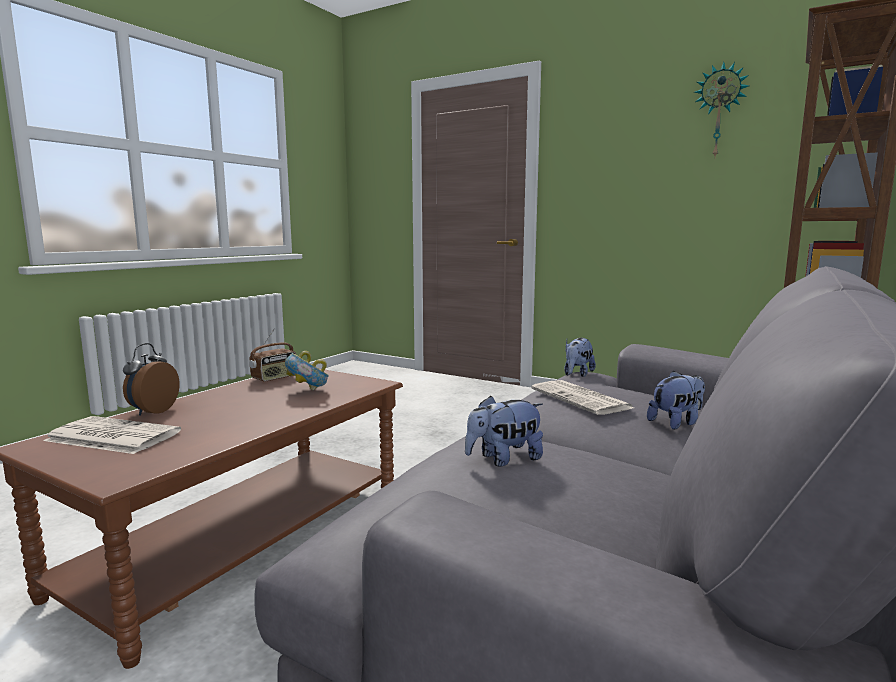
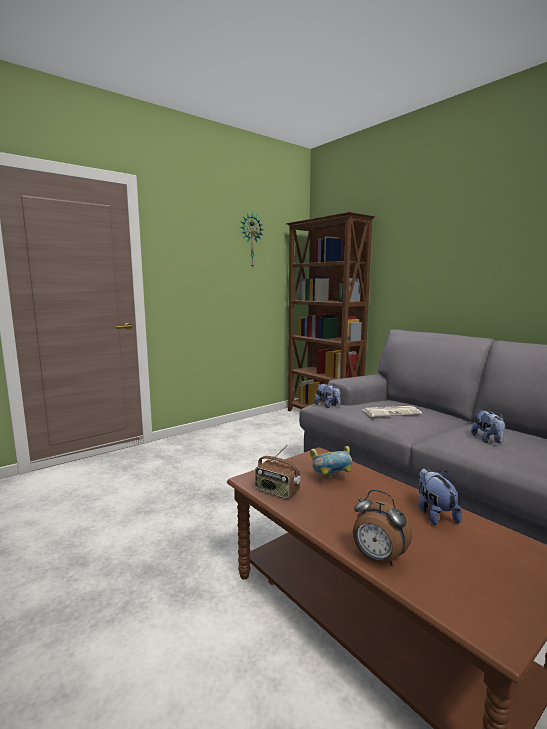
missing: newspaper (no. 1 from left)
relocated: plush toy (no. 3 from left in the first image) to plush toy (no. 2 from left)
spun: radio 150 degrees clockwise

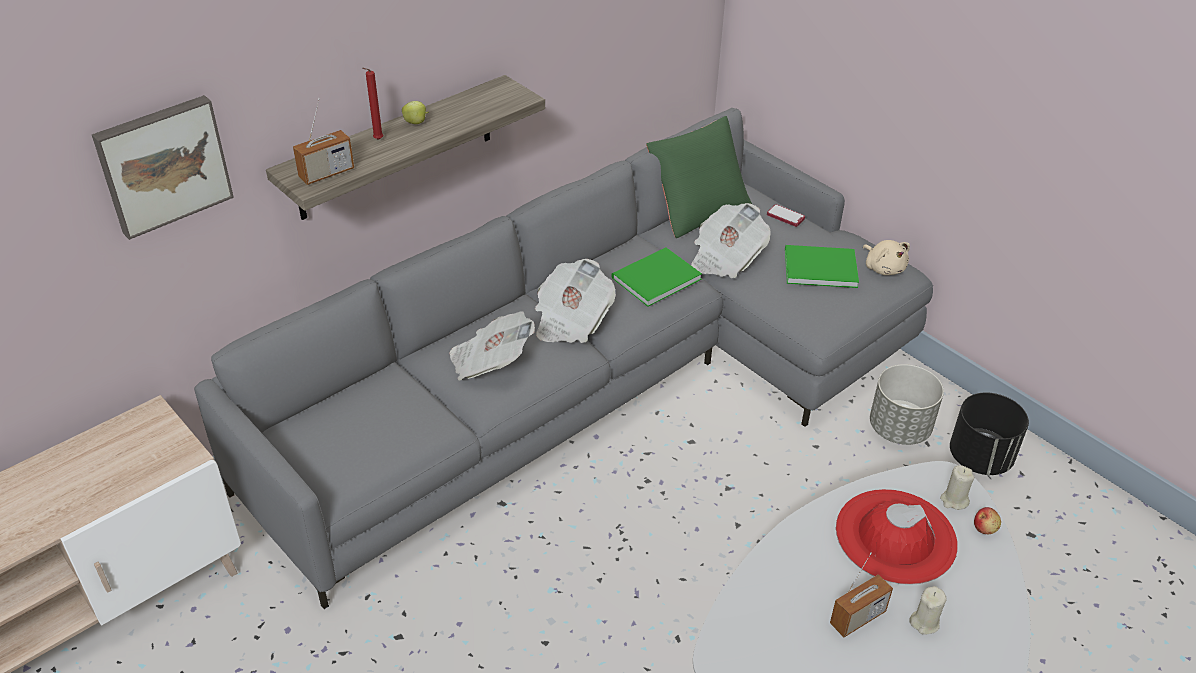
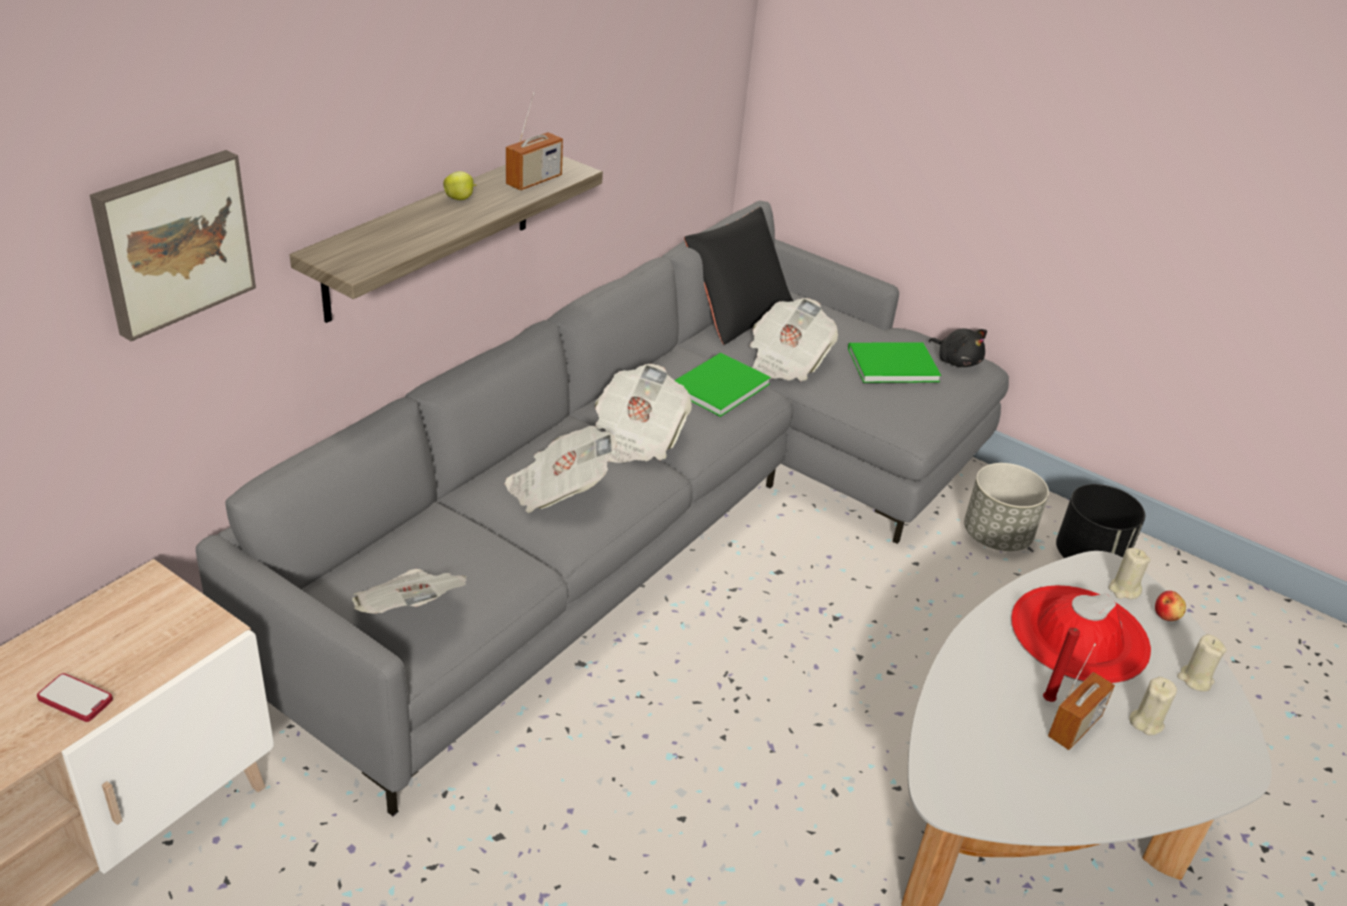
appeared: newspaper (no. 1 from left); beige candle (no. 3 from left)
relocated: phone; radio (no. 1 from left); red candle
colour: green pillow to black pillow; beige plush toy to black plush toy

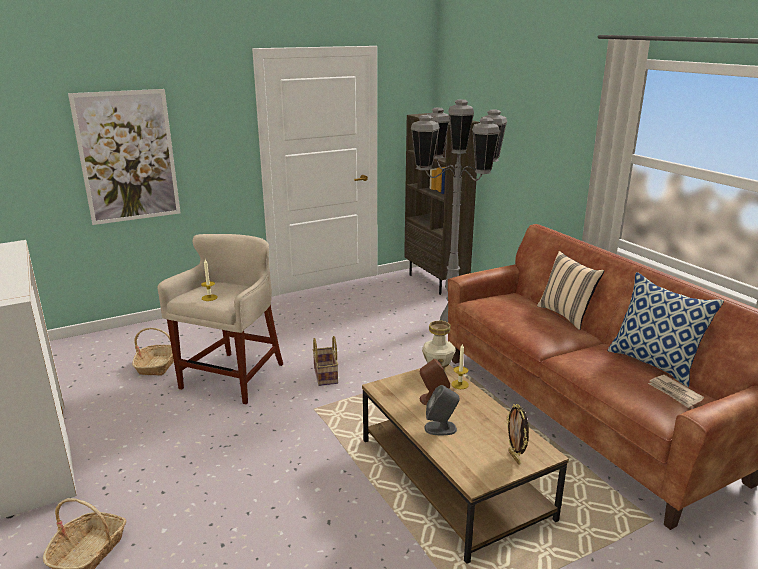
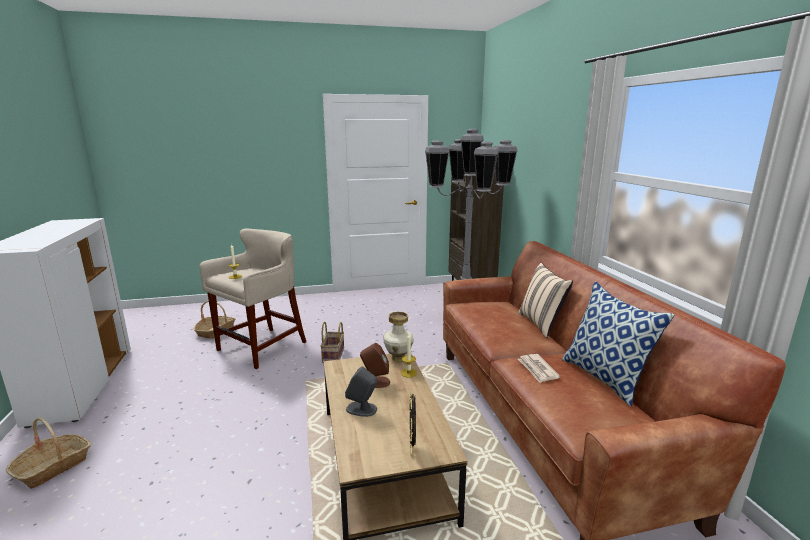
missing: picture
relocated: newspaper

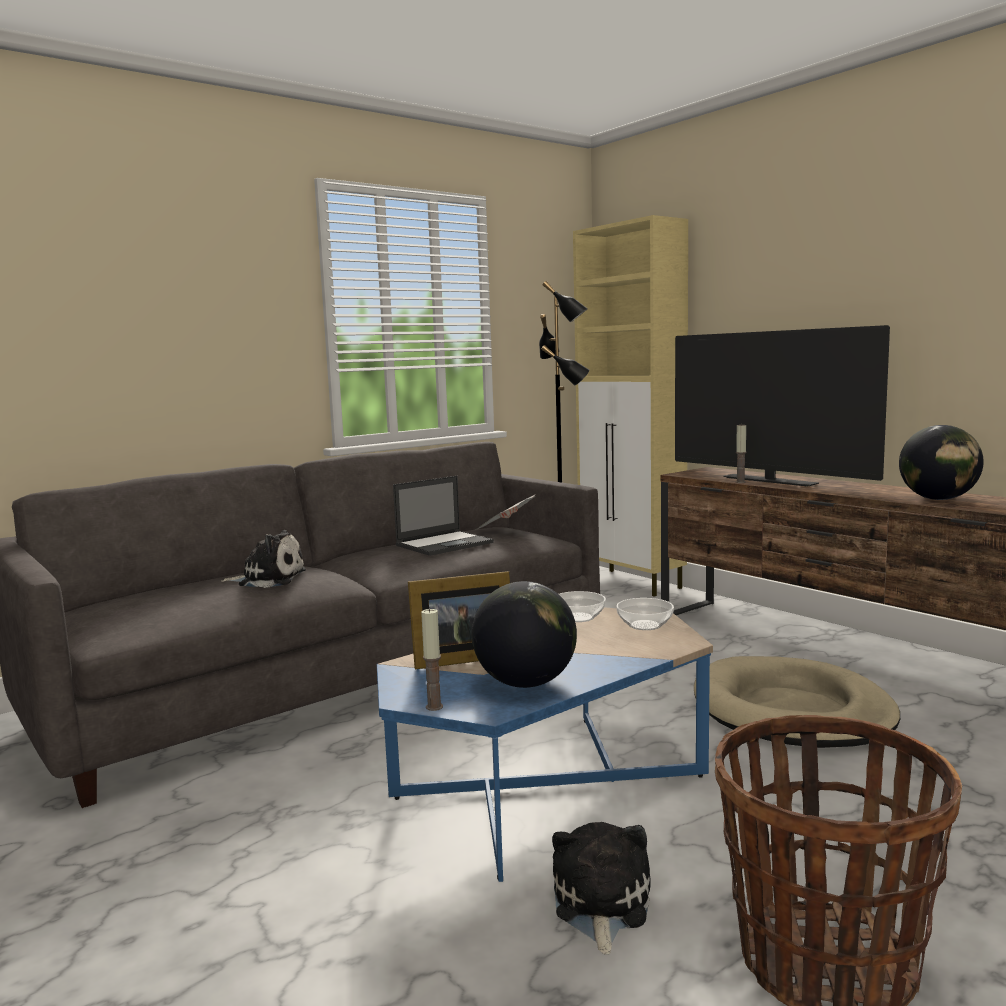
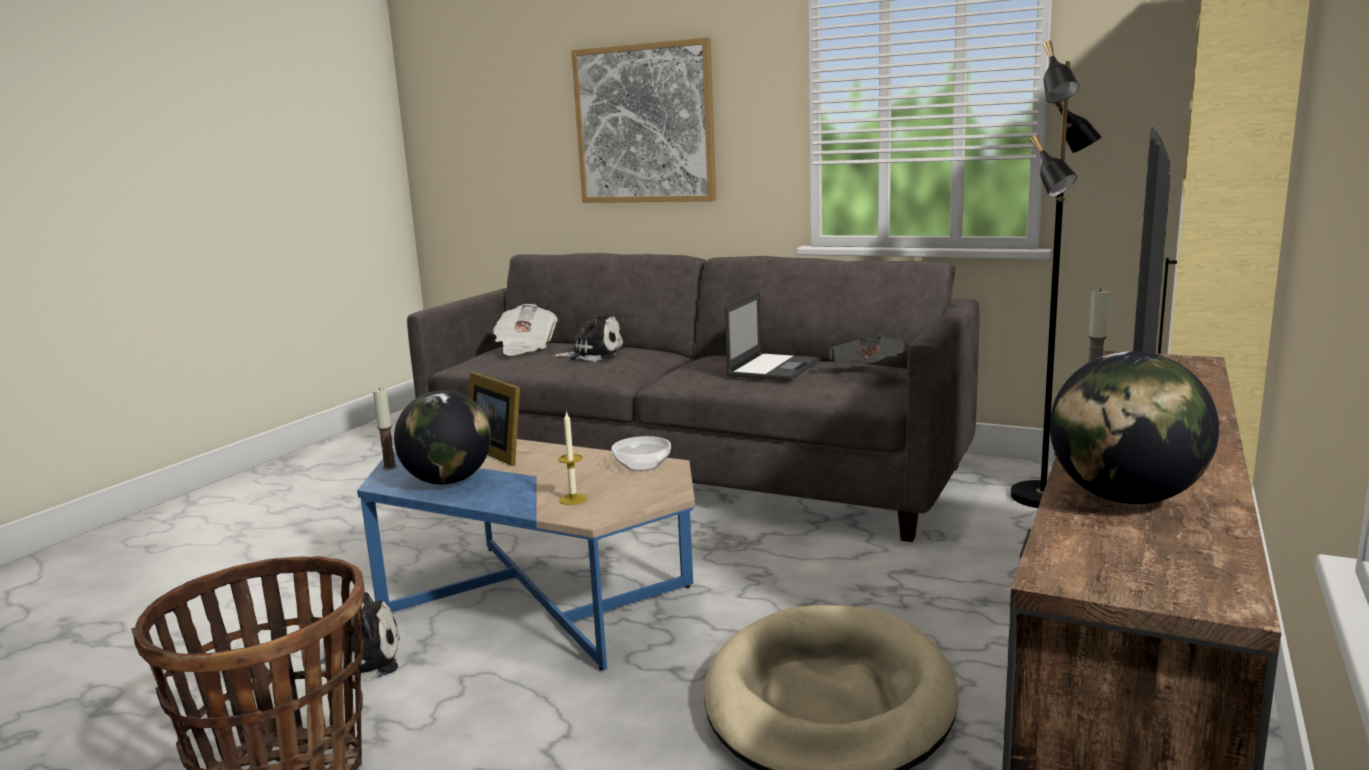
missing: bowl (no. 2 from left)
appeared: newspaper (no. 1 from left); candle (no. 2 from left); picture
spun: plush toy (no. 1 from left in the first image) 60 degrees counterclockwise; laptop 90 degrees counterclockwise

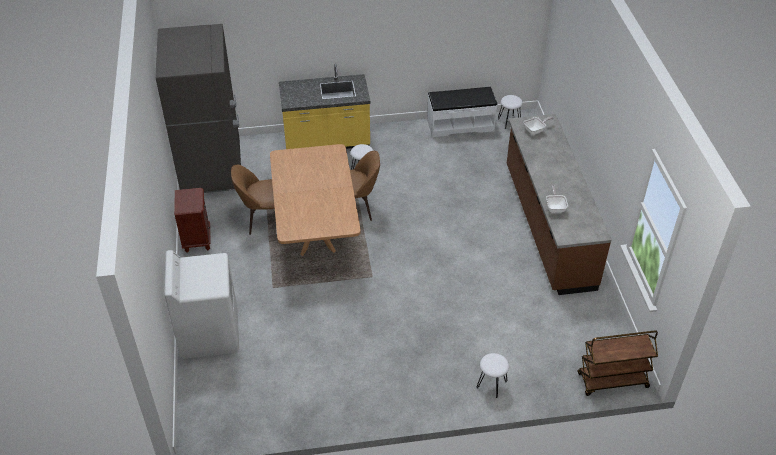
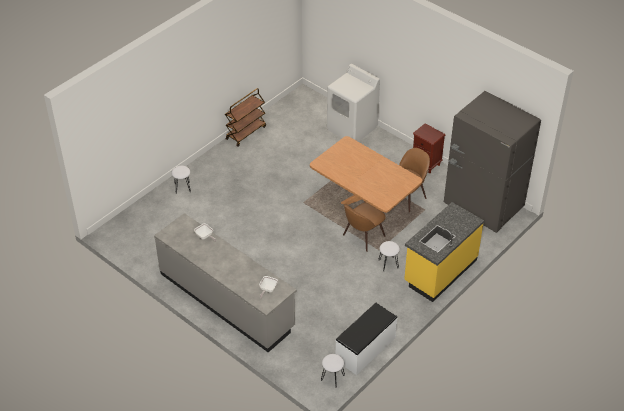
relocated: brown cart
colour: brown counter to grey counter

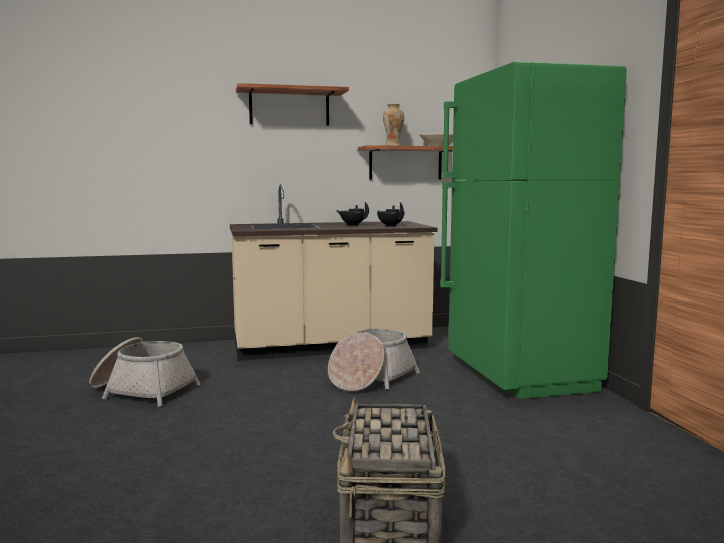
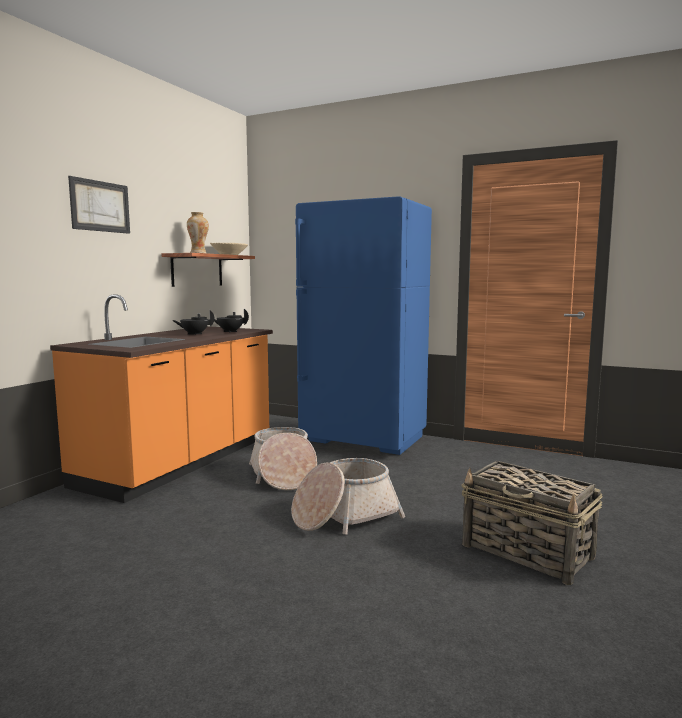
relocated: basket (no. 1 from left in the first image) to basket (no. 2 from left)
exchanged: shelf (no. 1 from left) to picture
colour: beige counter to orange counter; green fridge to blue fridge

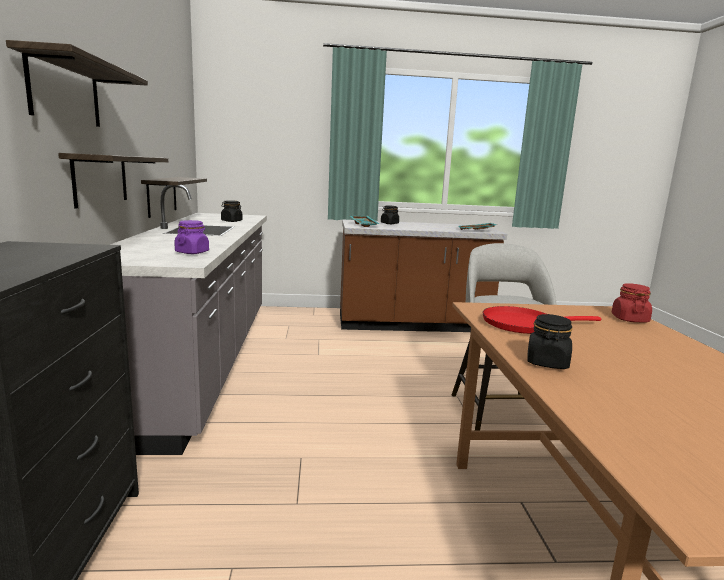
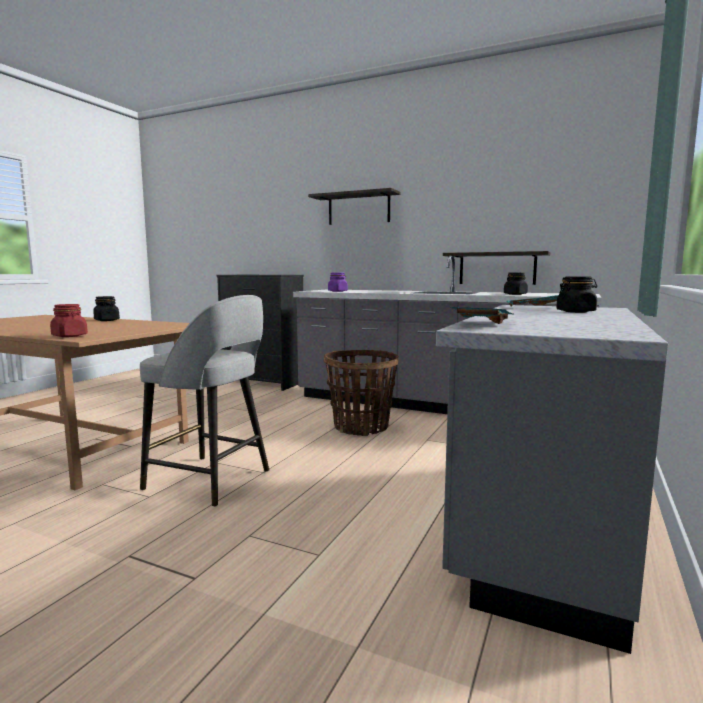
missing: shelf (no. 2 from left); red frying pan
appeared: basket
colour: brown counter to grey counter (no. 2 from left)

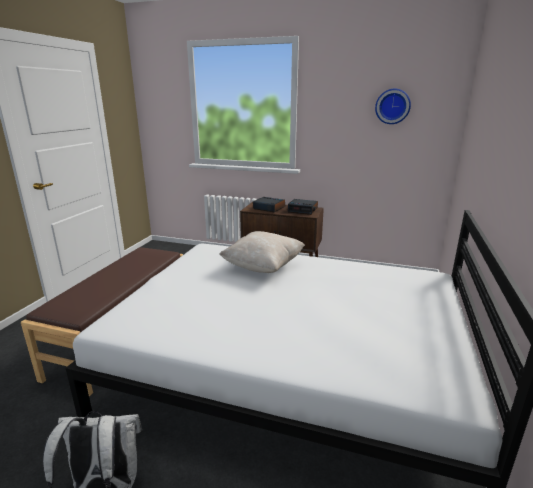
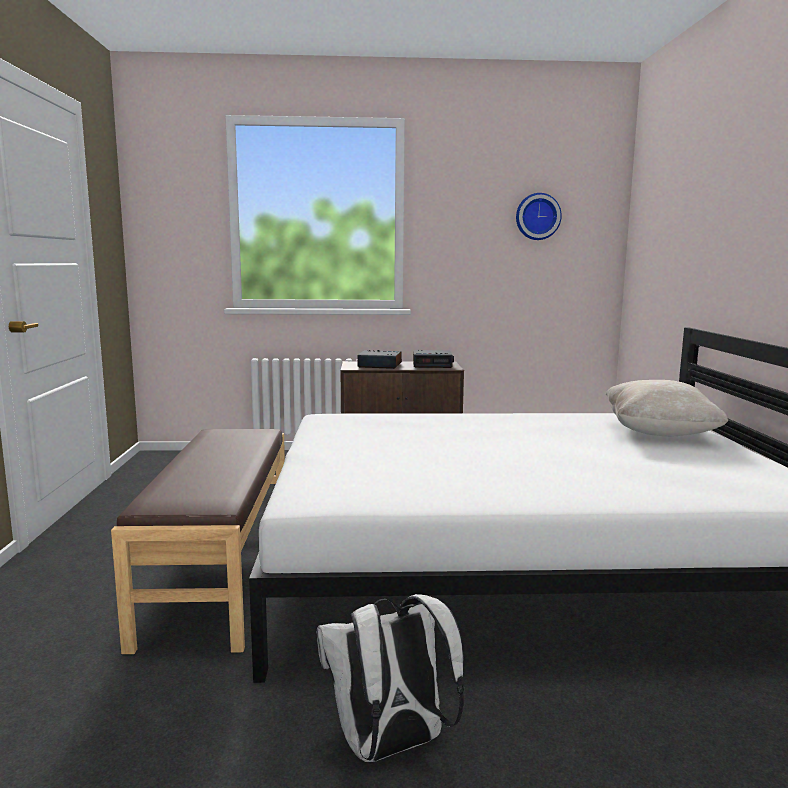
relocated: beige pillow

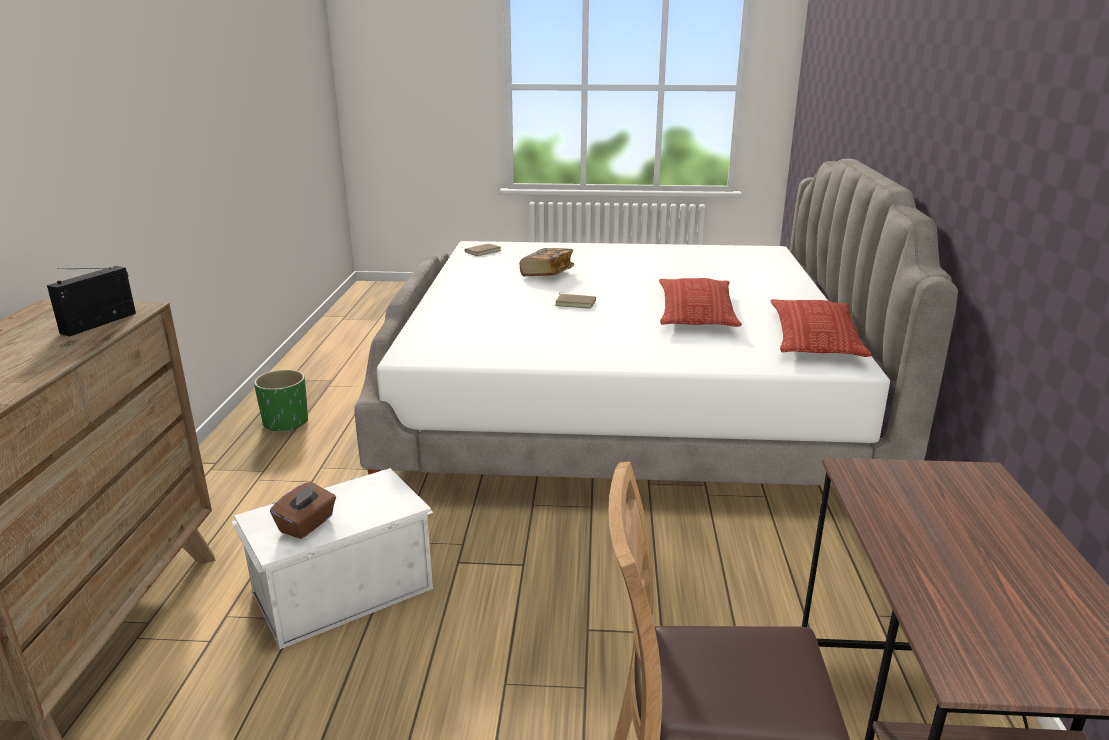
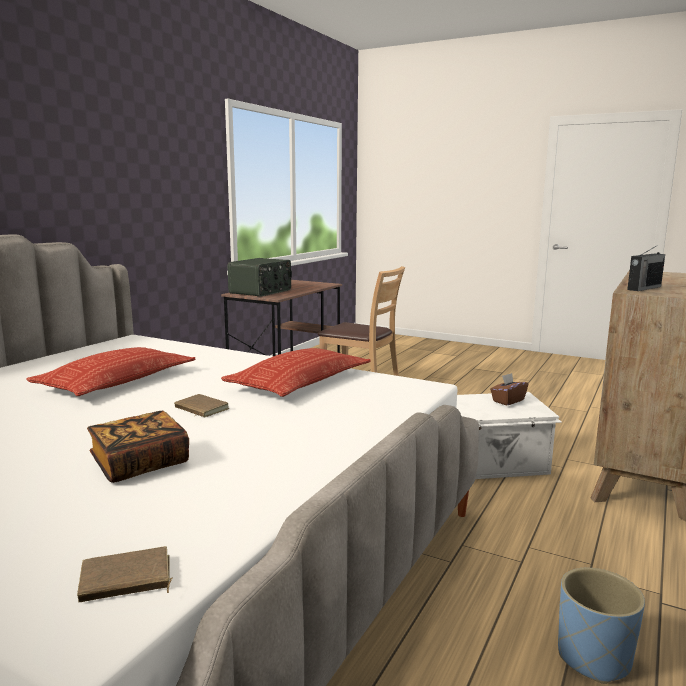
appeared: radio (no. 1 from left)
relocated: pillow (no. 2 from left)
colour: green planter to blue planter

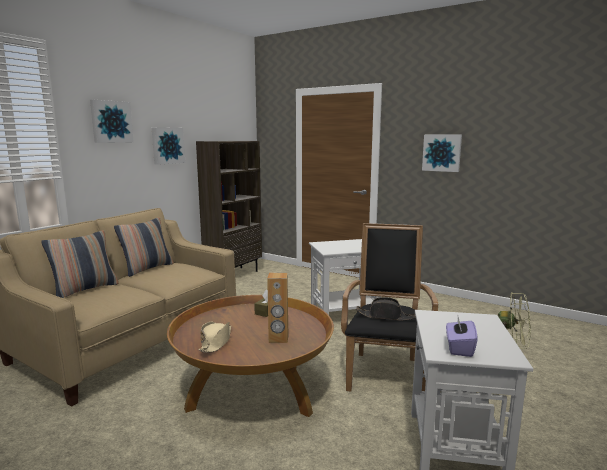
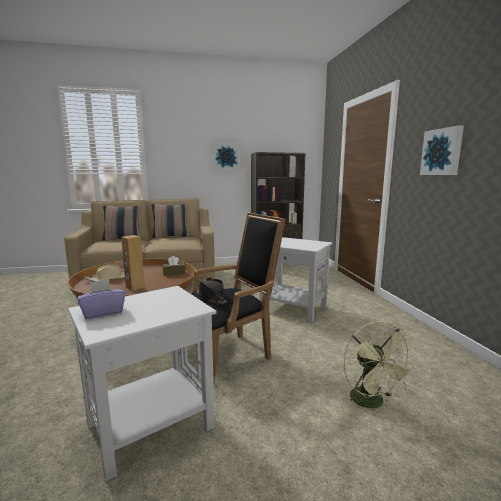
missing: picture (no. 1 from left)

